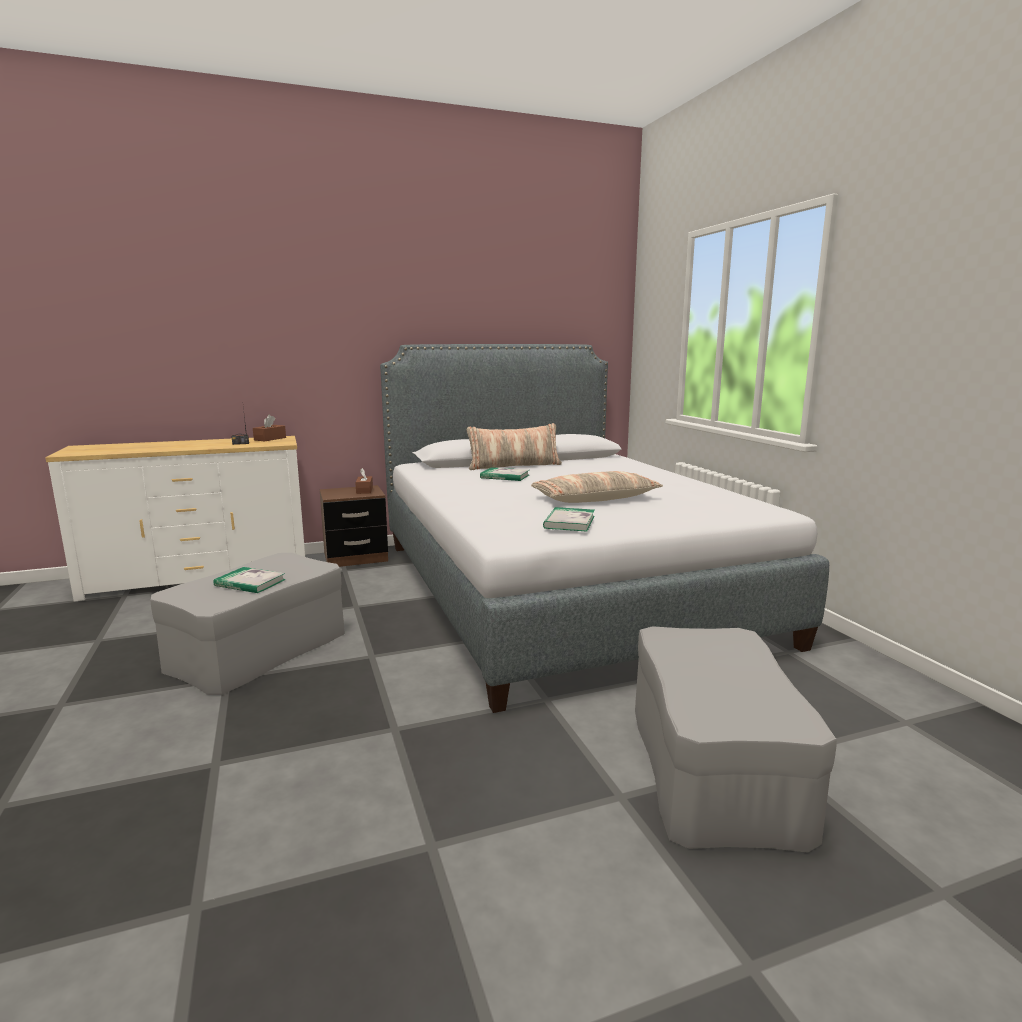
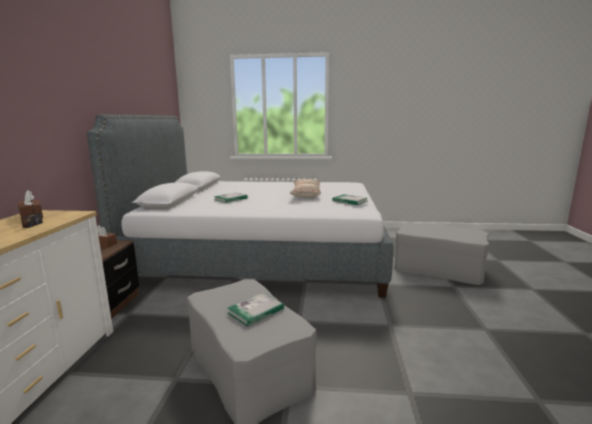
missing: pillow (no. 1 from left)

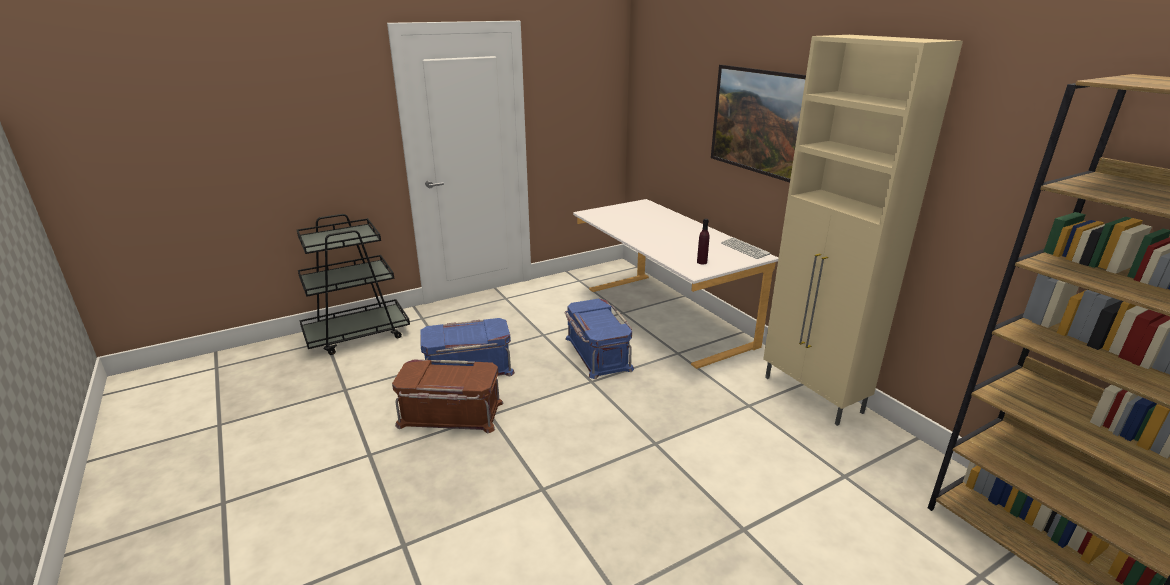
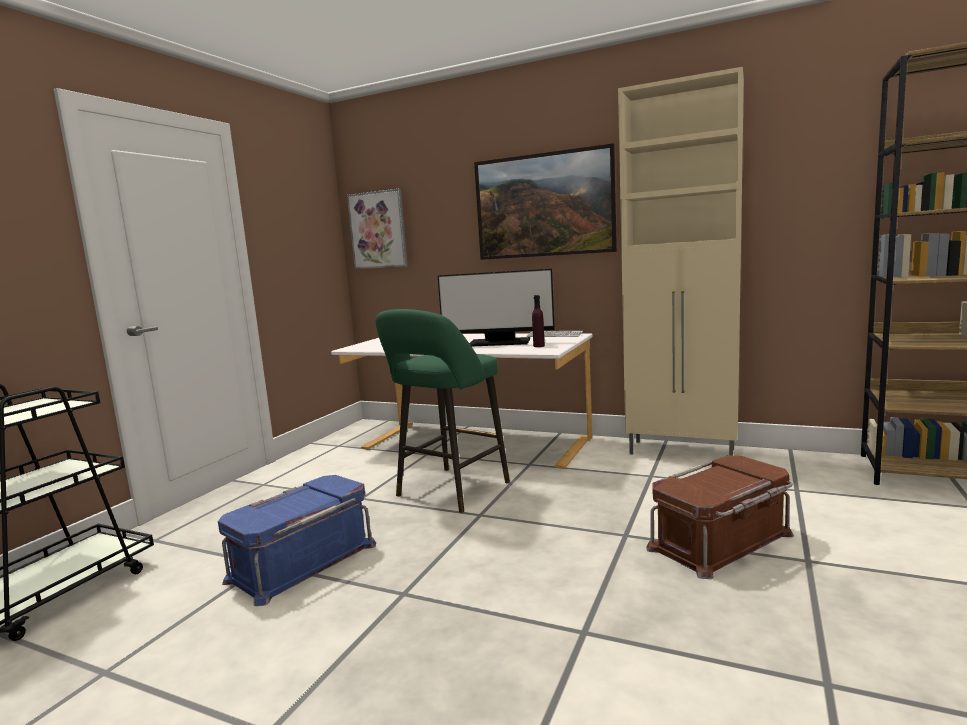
appeared: picture (no. 1 from left); monitor
relocated: brown storage box
exchanged: blue storage box (no. 2 from left) to green stool

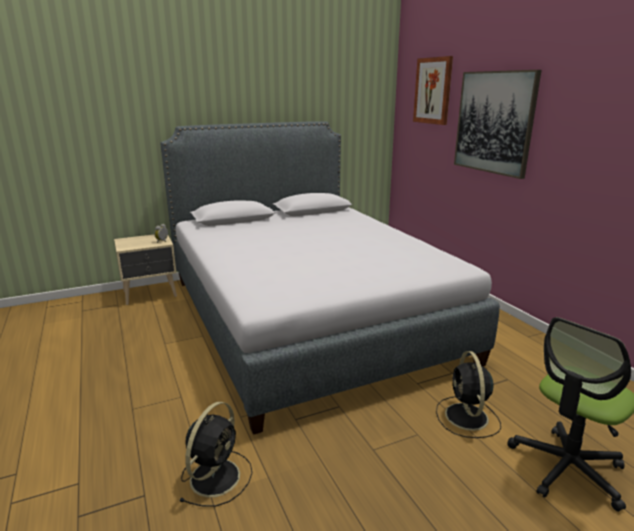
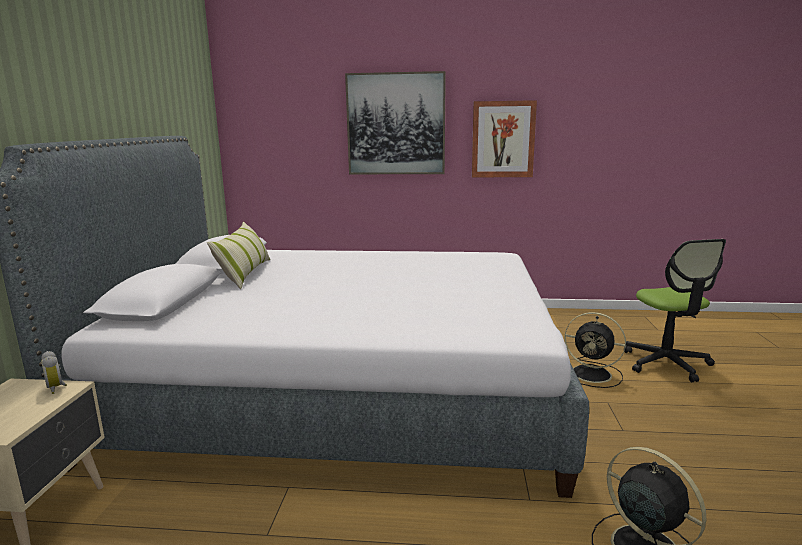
appeared: pillow
relocated: picture (no. 1 from left in the first image) to picture (no. 2 from left)

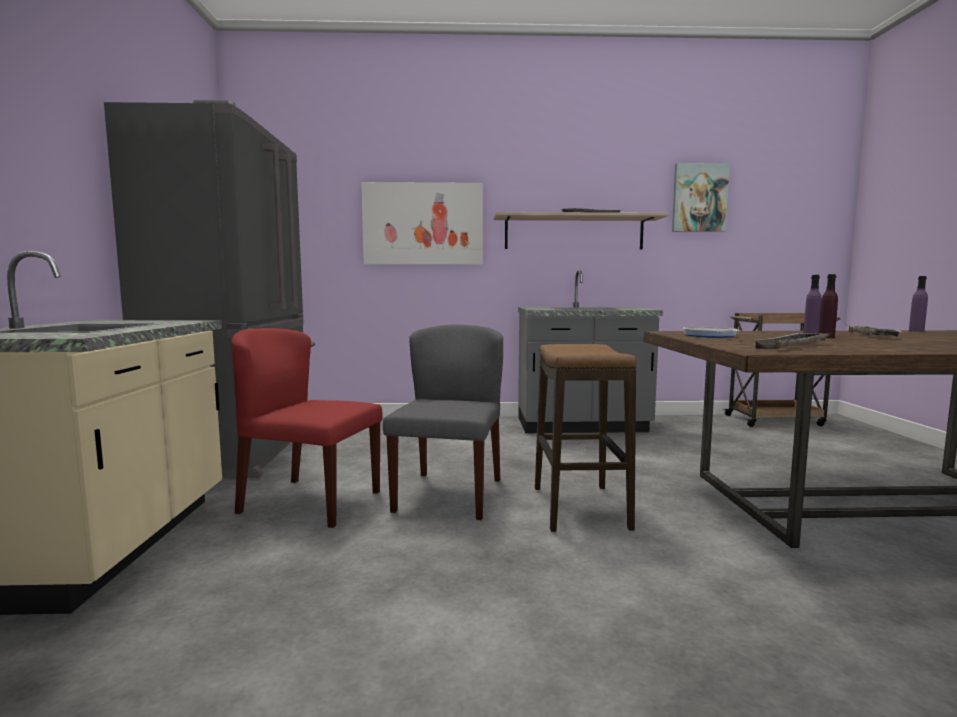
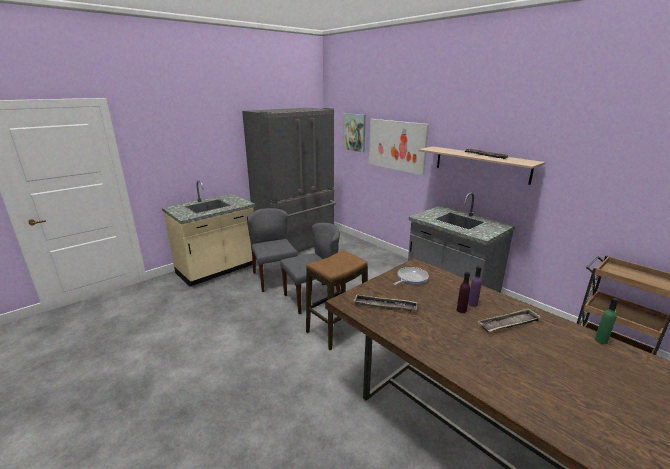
relocated: picture (no. 2 from left in the first image) to picture (no. 1 from left)
colour: red chair to grey chair (no. 1 from left); purple bottle (no. 3 from left) to green bottle

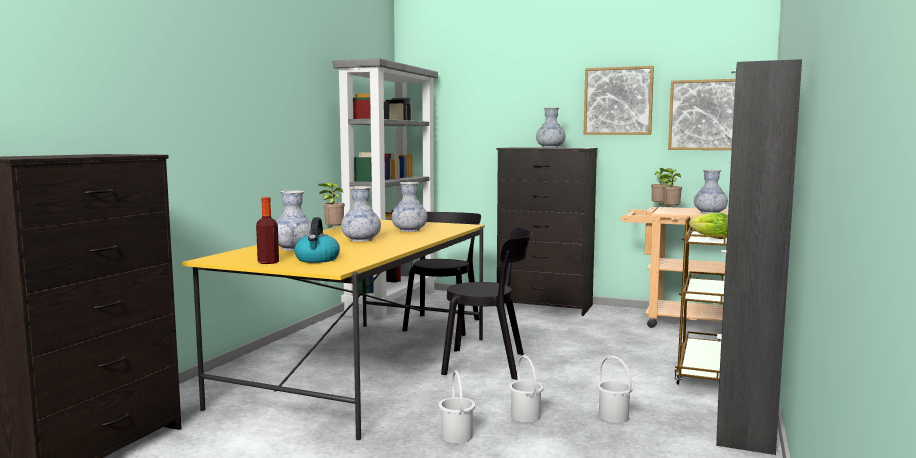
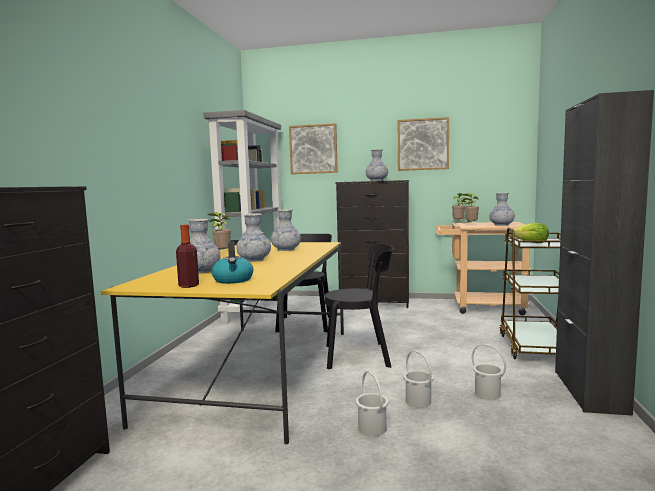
relocated: picture (no. 2 from left in the first image) to picture (no. 1 from left)

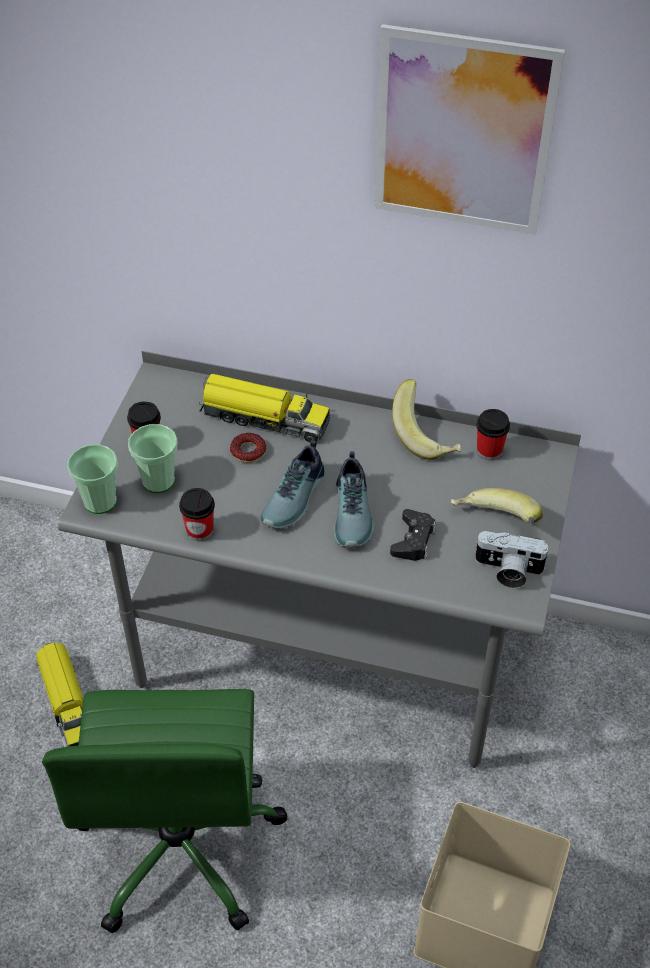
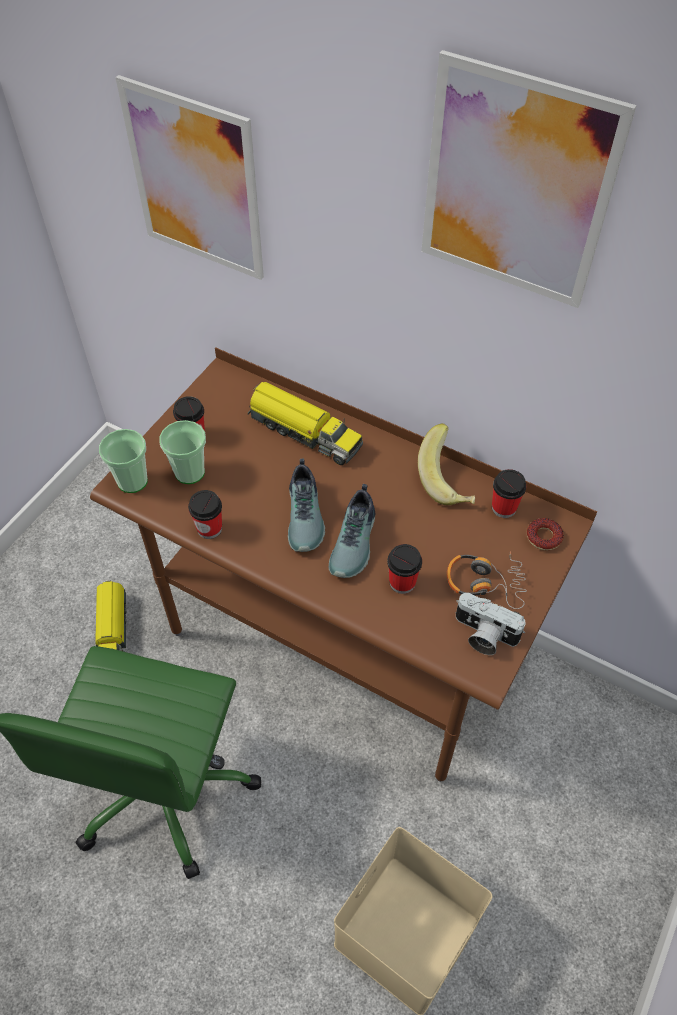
appeared: picture (no. 1 from left)
relocated: donut
exchanged: black game controller to cup (no. 5 from left); banana (no. 2 from left) to headphones
colour: grey desk to brown desk
spun: shoe (no. 1 from left) 45 degrees counterclockwise

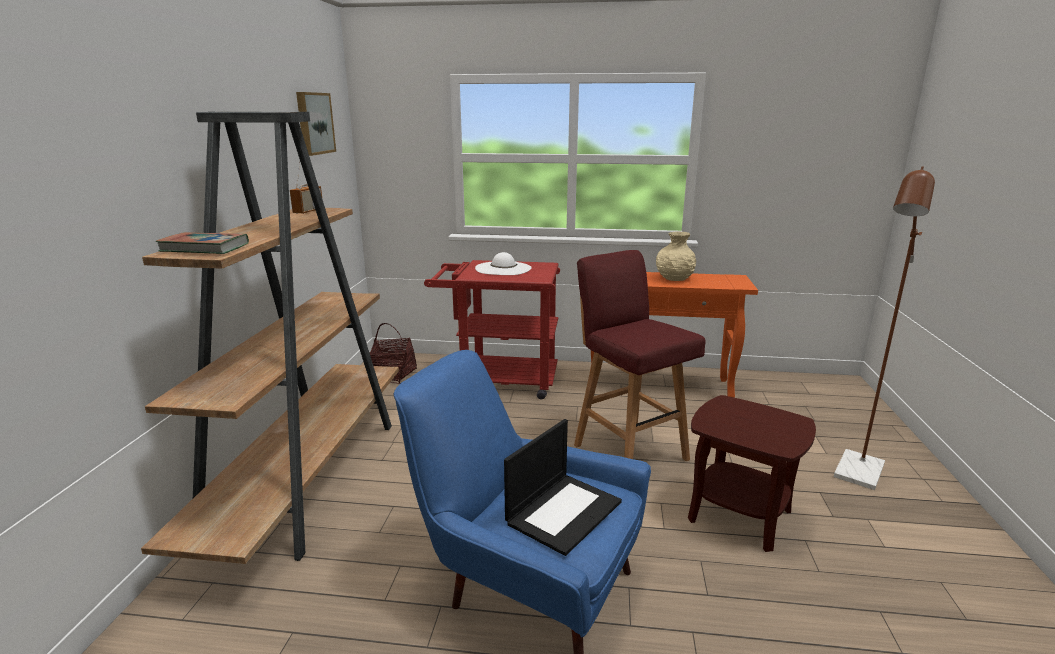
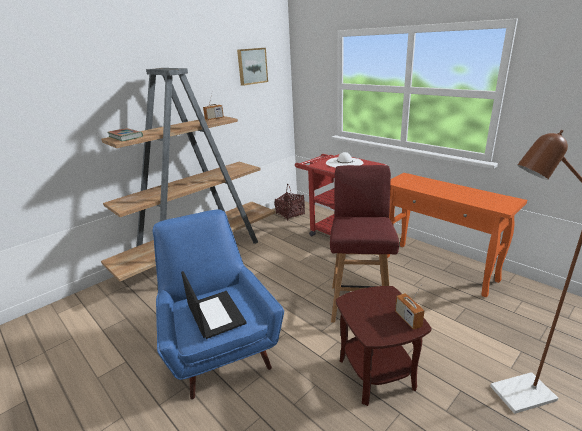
missing: beige vase
appeared: radio (no. 2 from left)
spun: laptop 105 degrees counterclockwise

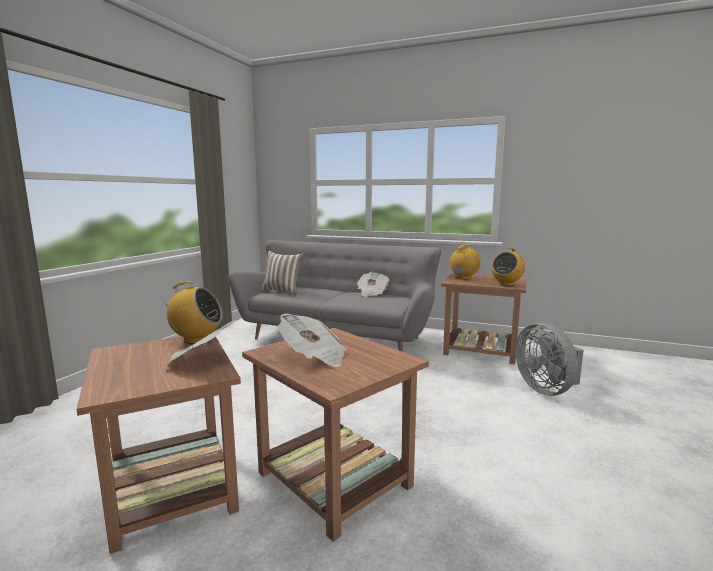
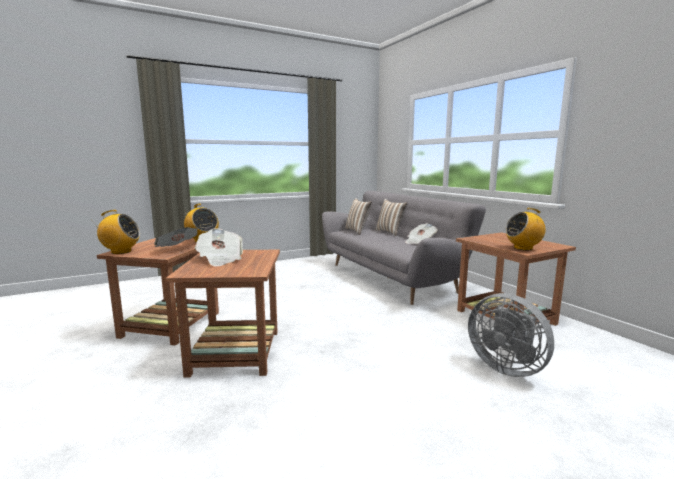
appeared: pillow (no. 2 from left)
relocated: radio (no. 2 from left in the first image) to radio (no. 1 from left)
spun: grey fan 60 degrees counterclockwise

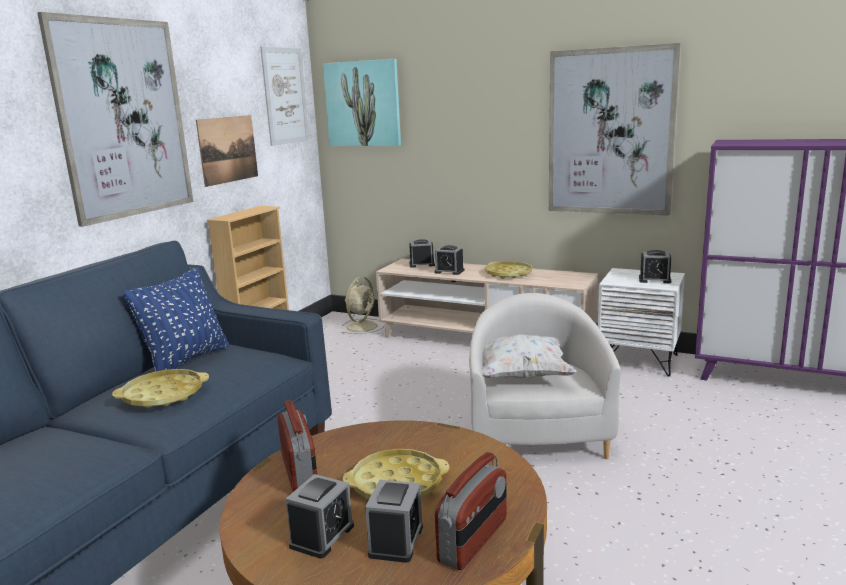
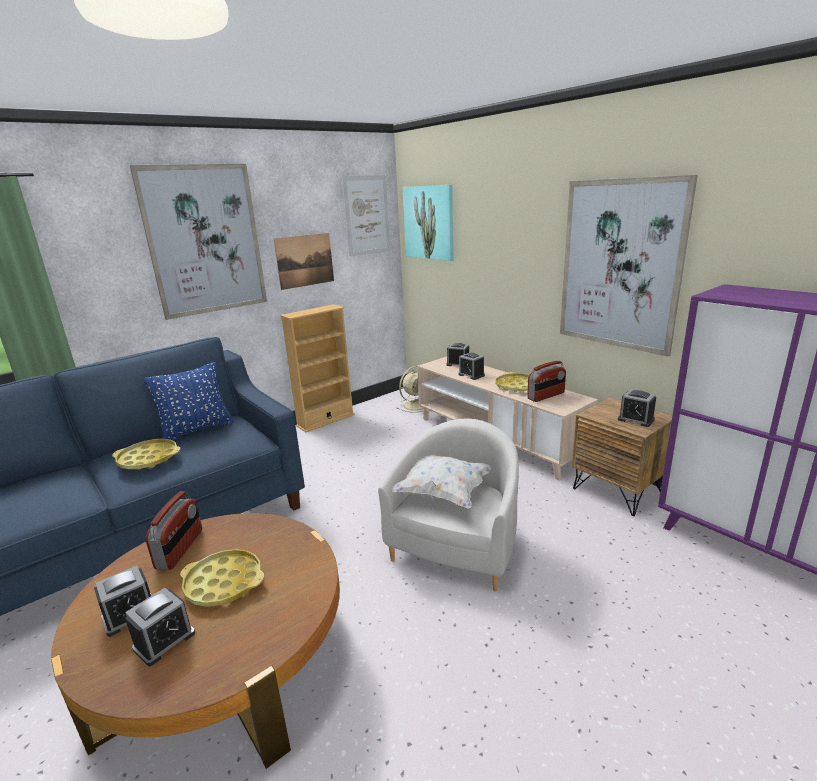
relocated: radio (no. 2 from left)
colour: white nightstand to brown nightstand

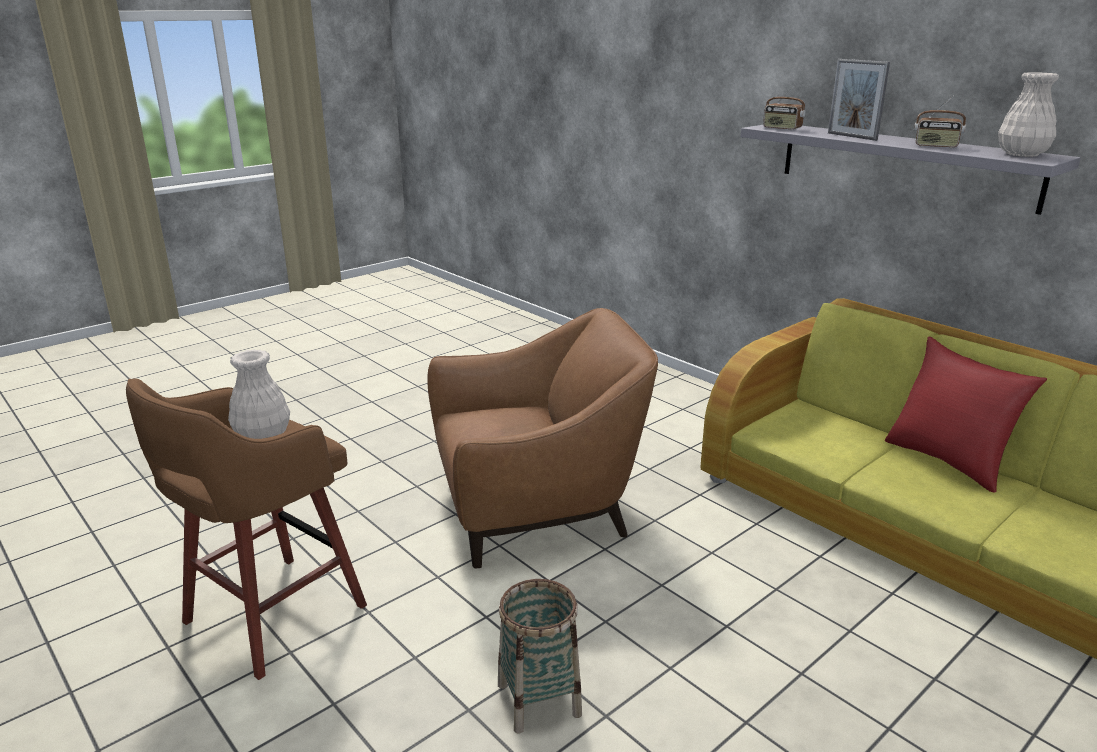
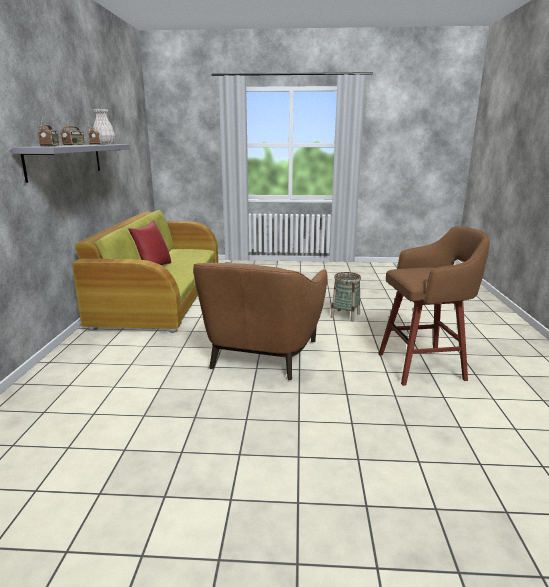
missing: white vase (no. 1 from left)
exchanged: picture frame to radio (no. 2 from left)
spun: brown armchair 105 degrees counterclockwise

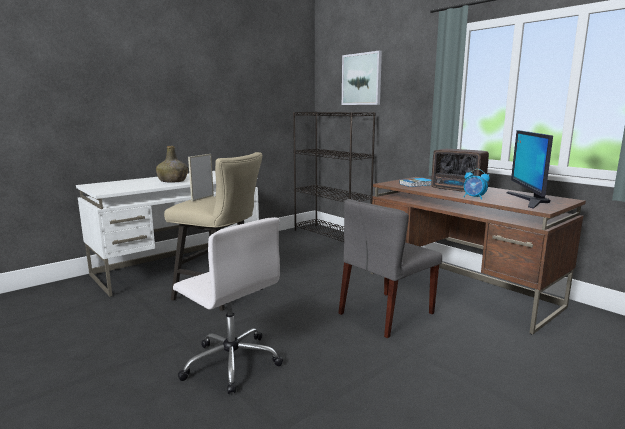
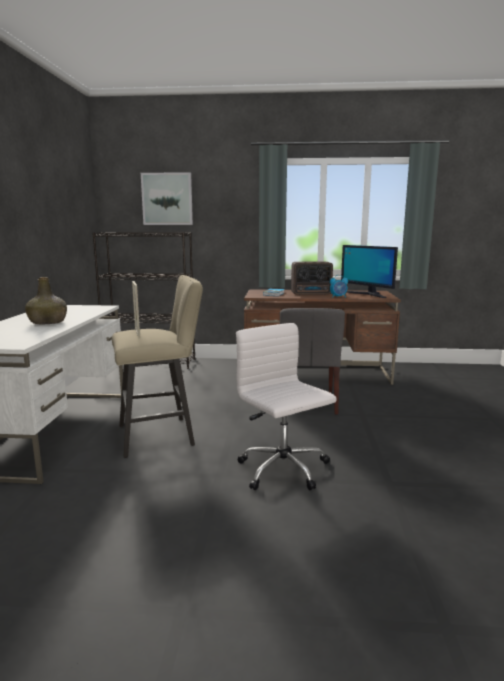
spun: white office chair 120 degrees counterclockwise

